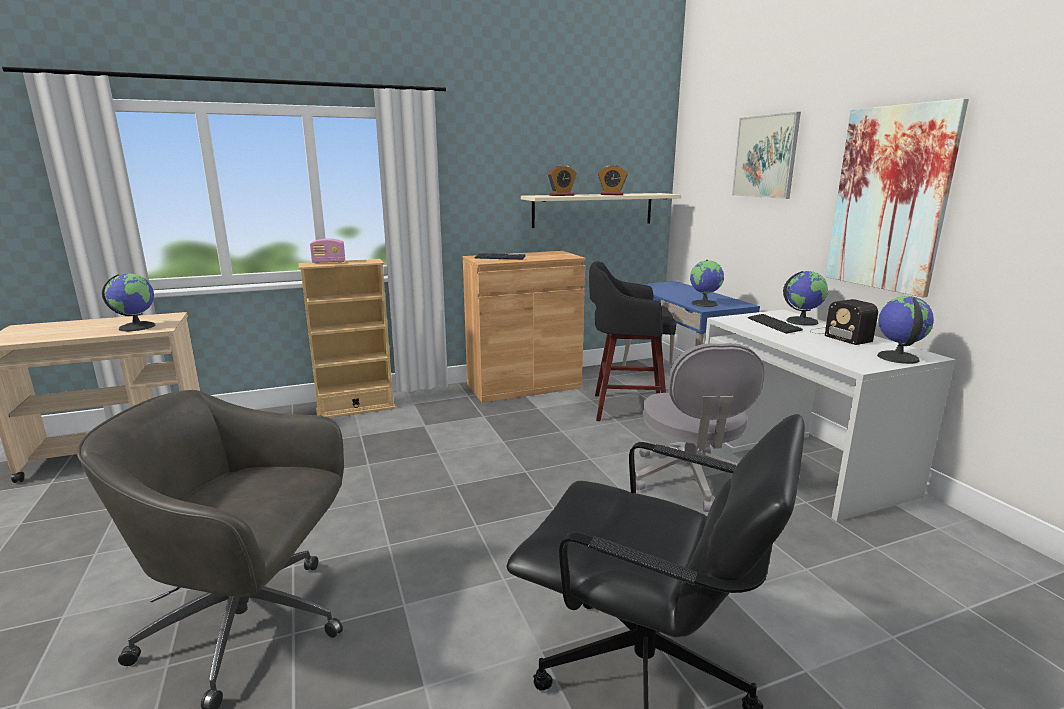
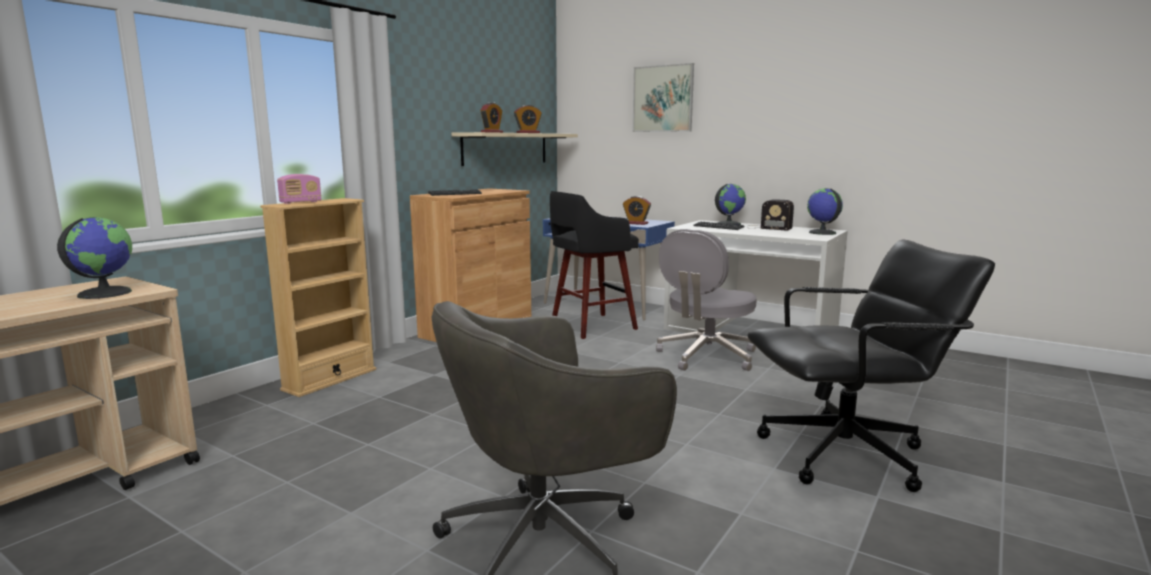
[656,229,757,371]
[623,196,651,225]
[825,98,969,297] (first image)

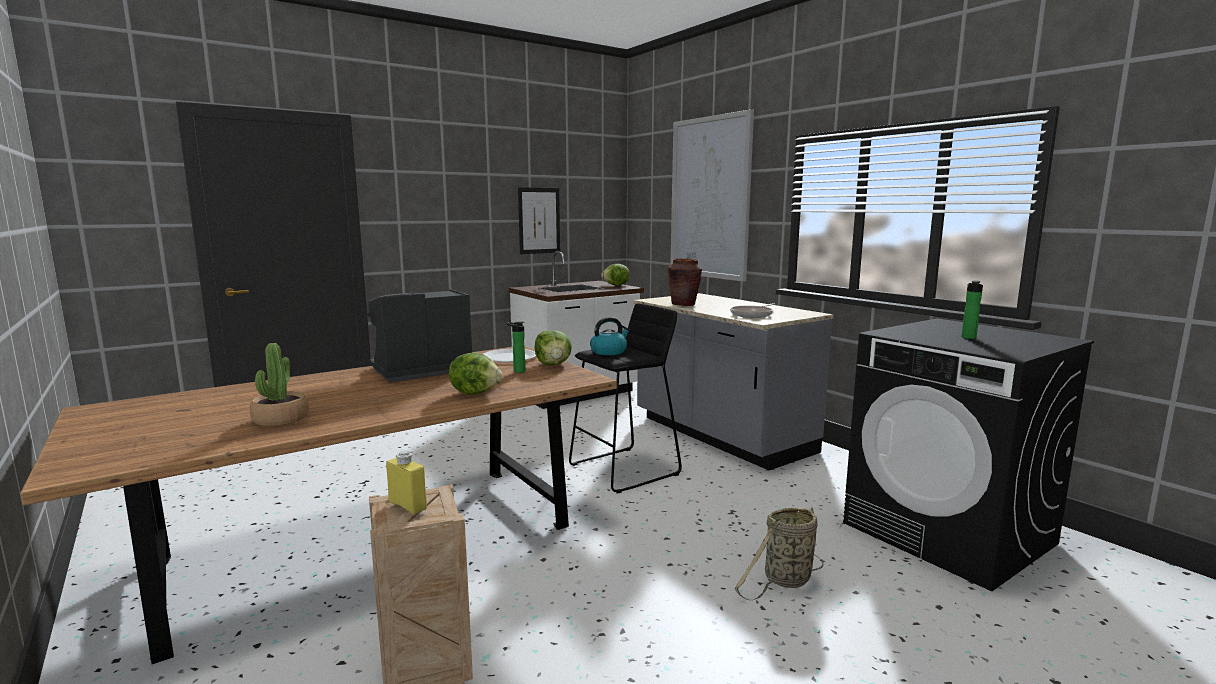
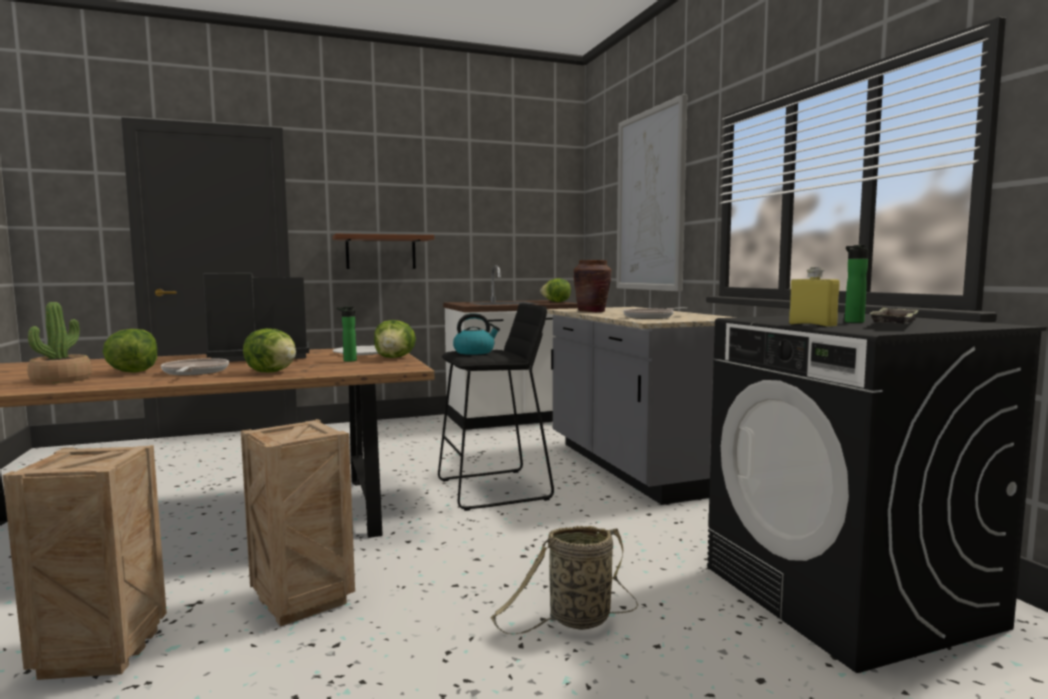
[789,267,840,327]
[518,187,560,254] (first image)
[103,329,158,373]
[161,358,229,375]
[241,419,355,627]
[333,234,434,269]
[869,307,919,324]

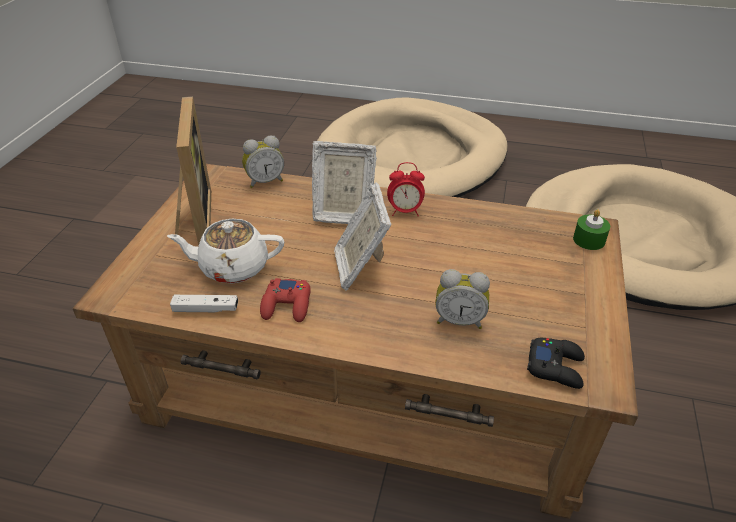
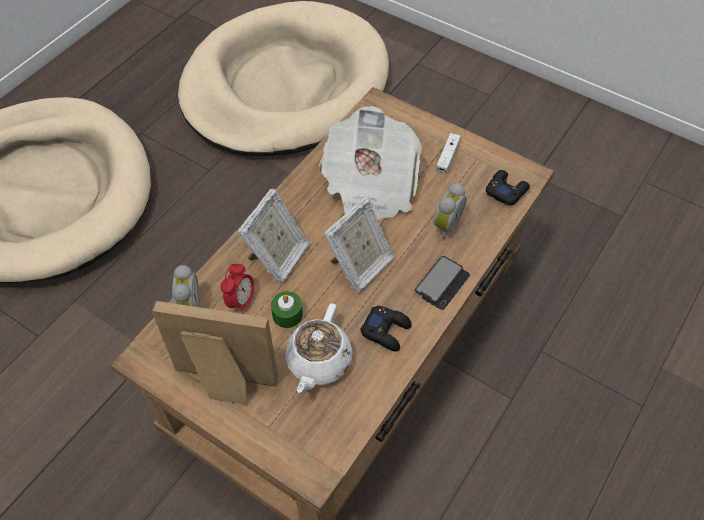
[436,133,461,174]
[360,306,412,352]
[324,197,394,292]
[220,264,255,314]
[271,291,303,328]
[319,106,422,221]
[415,256,470,310]

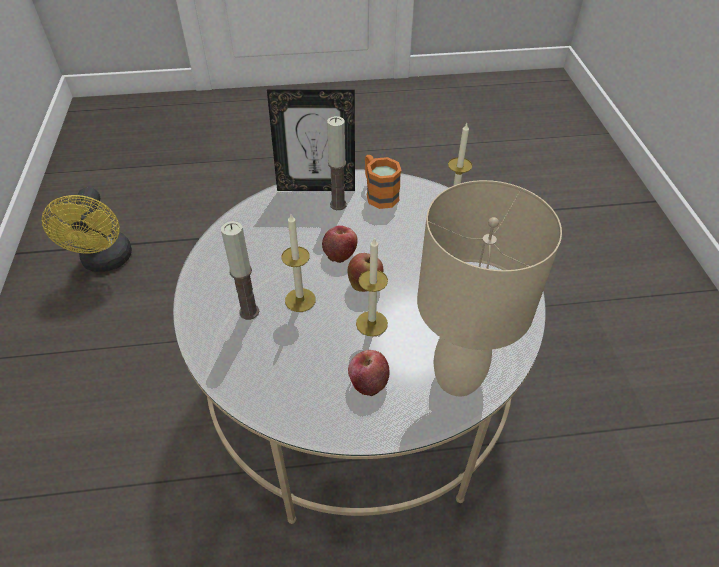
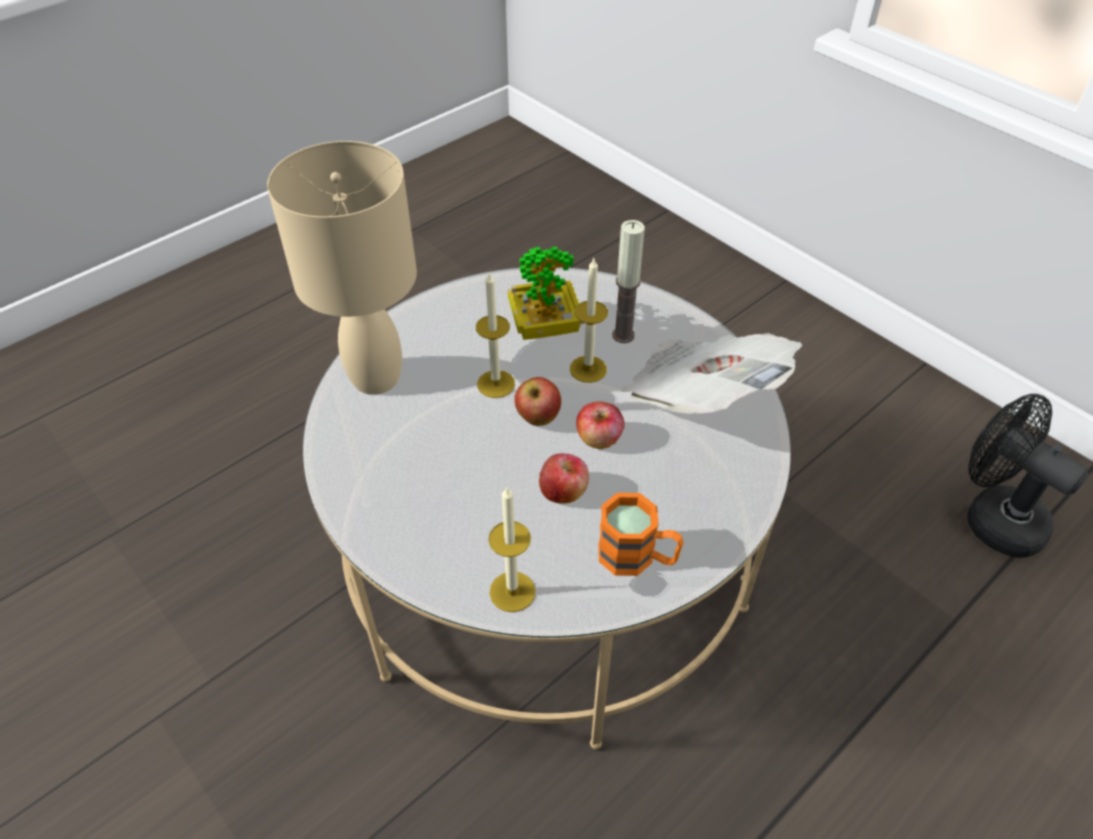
[967,394,1089,558]
[267,90,355,191] (first image)
[327,116,347,210] (first image)
[539,453,589,504]
[507,246,584,340]
[621,333,803,414]

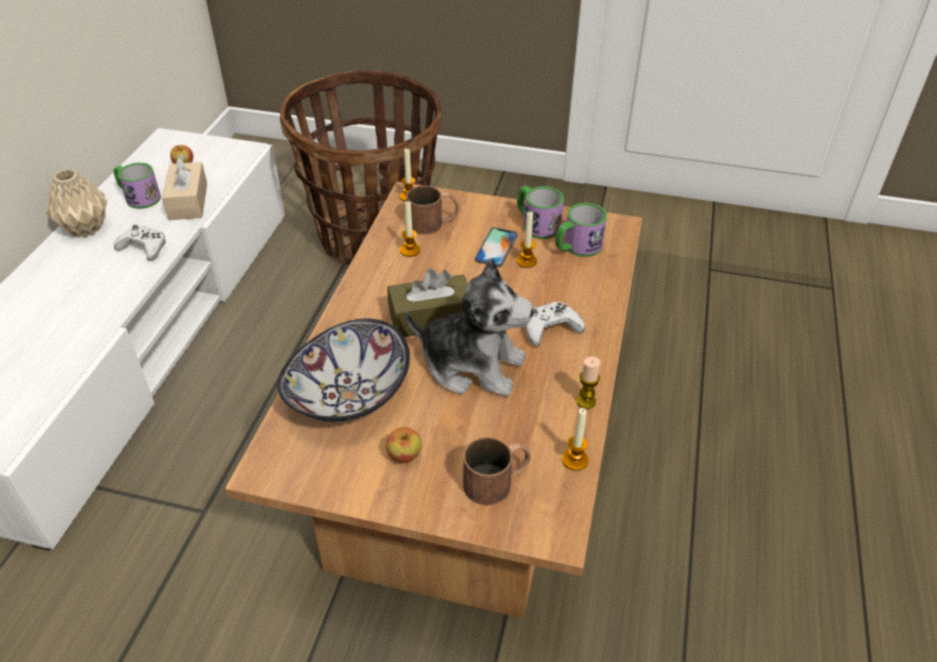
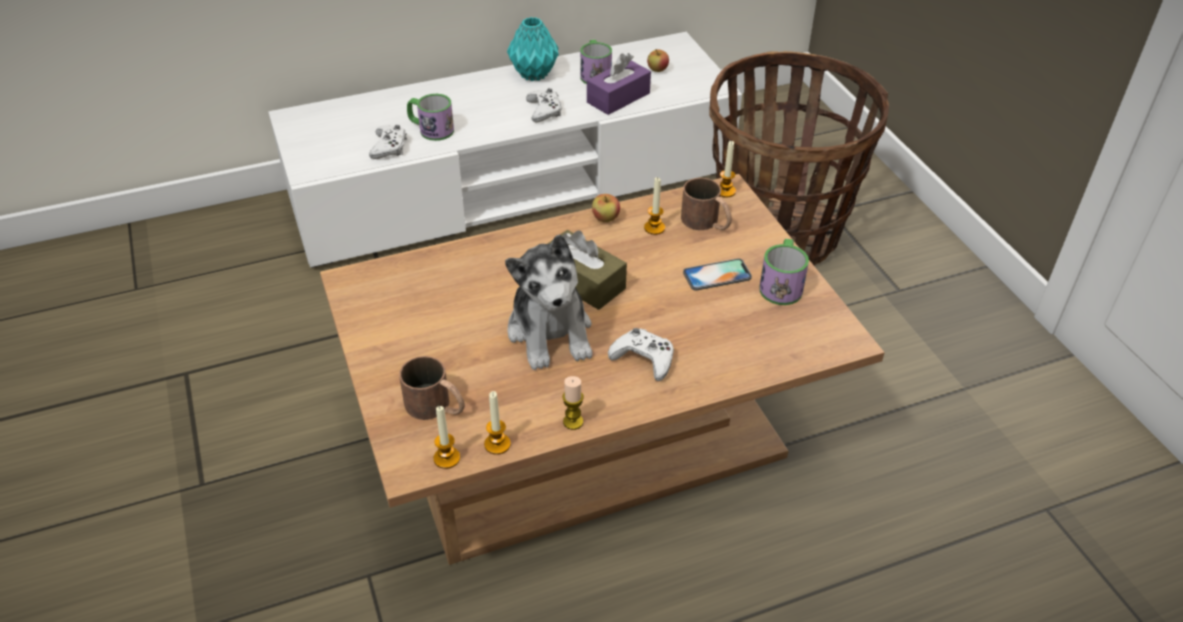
[507,17,559,81]
[587,53,651,115]
[277,319,410,422] (first image)
[592,194,620,222]
[434,406,460,469]
[407,94,454,141]
[369,125,407,159]

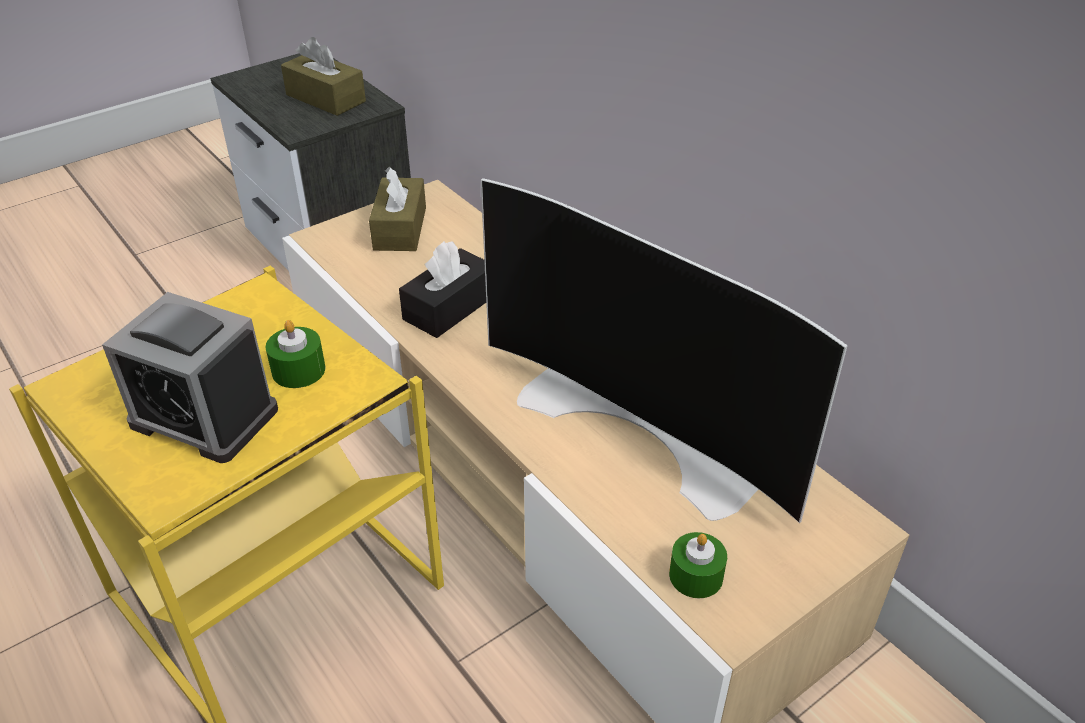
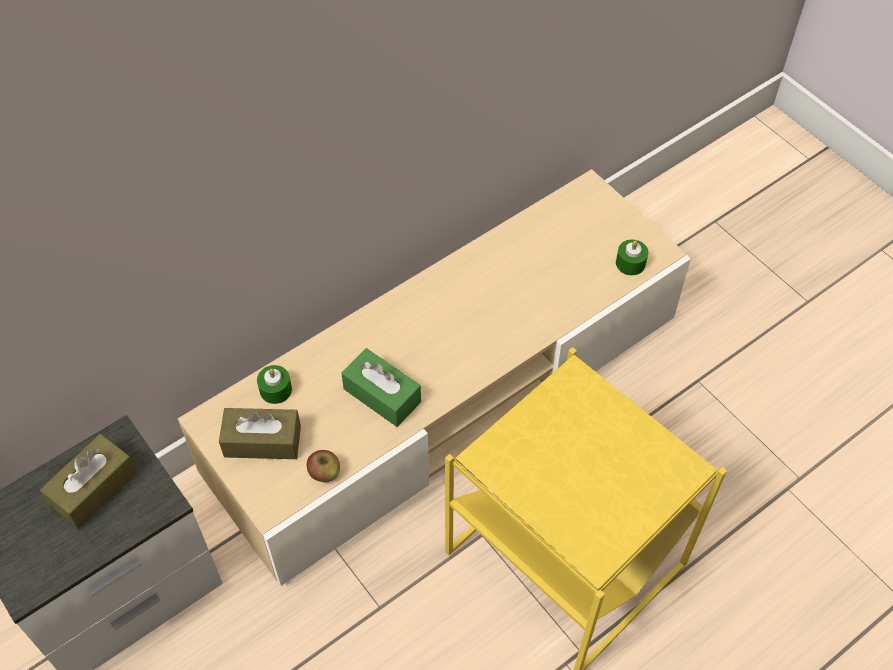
[102,292,278,463] (first image)
[257,365,292,404]
[341,348,421,427]
[481,178,848,523] (first image)
[307,450,340,482]

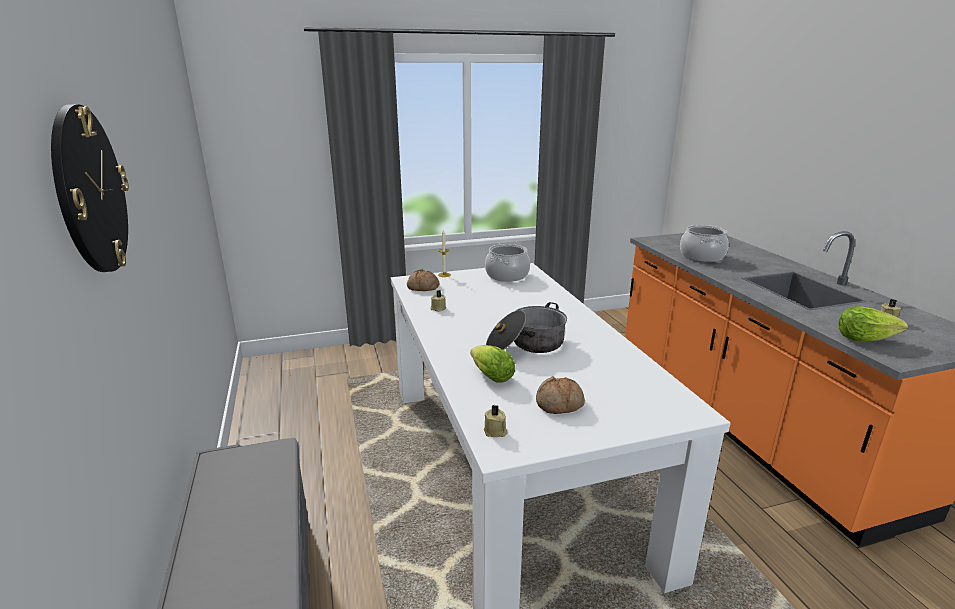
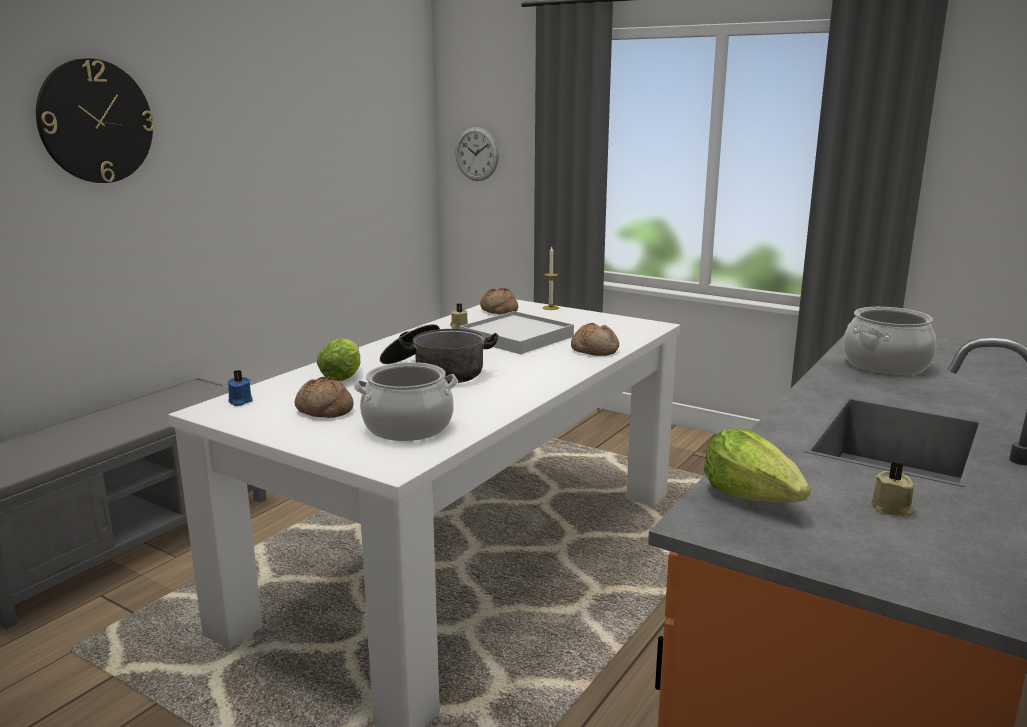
[228,370,253,406]
[354,362,458,441]
[455,127,499,181]
[459,311,574,354]
[571,323,619,356]

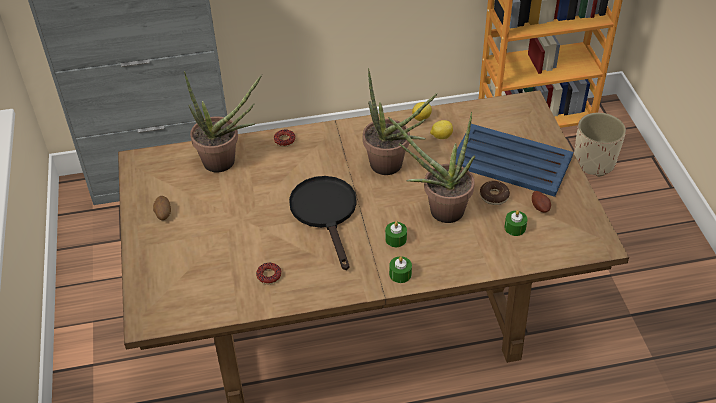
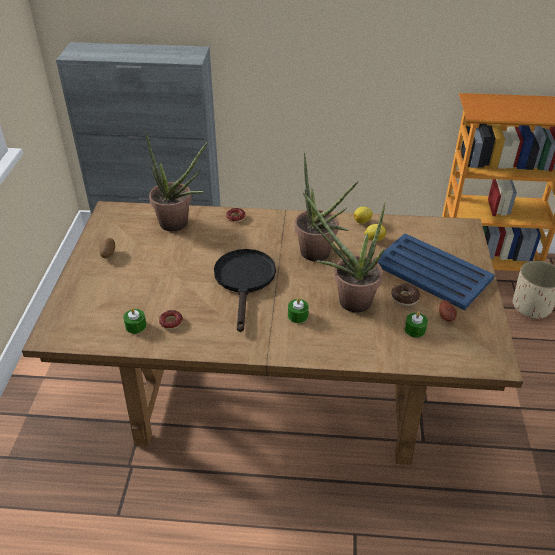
[123,308,146,334]

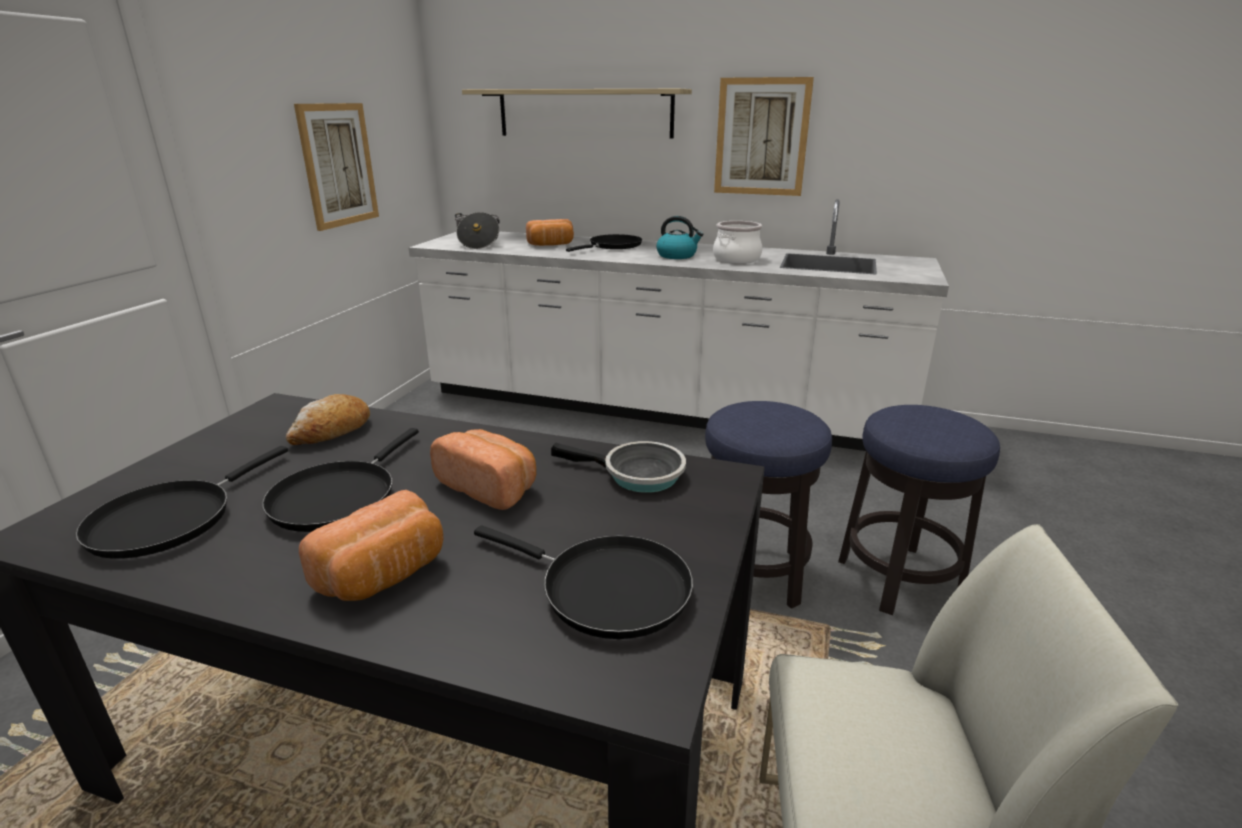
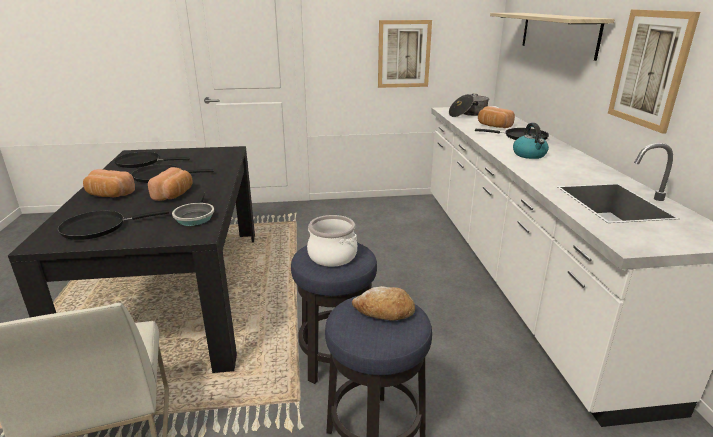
[352,286,415,321]
[58,210,169,240]
[307,215,357,267]

